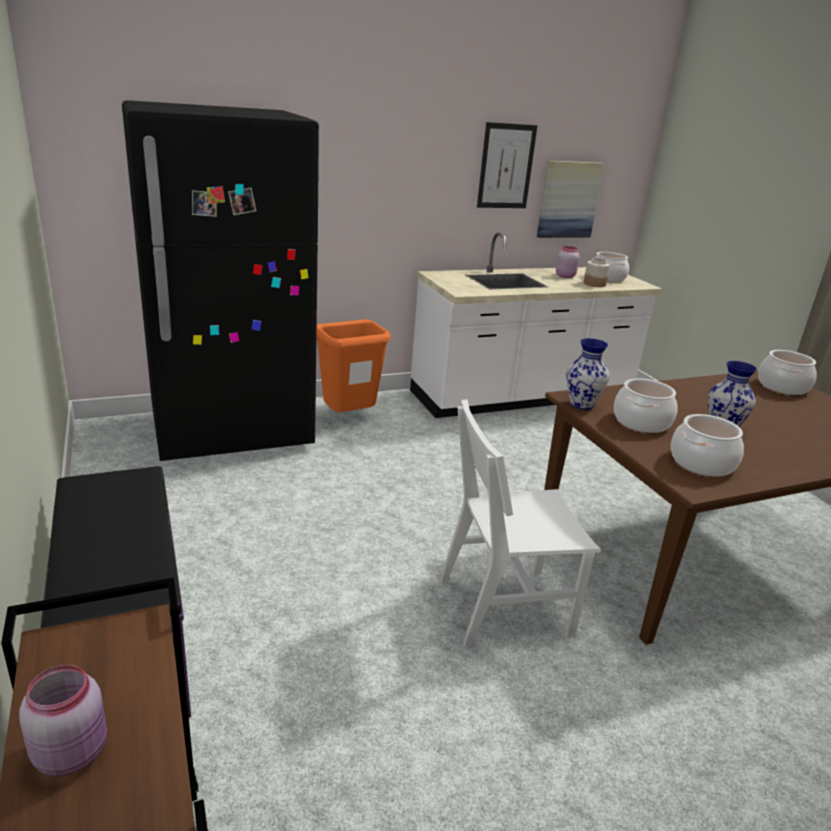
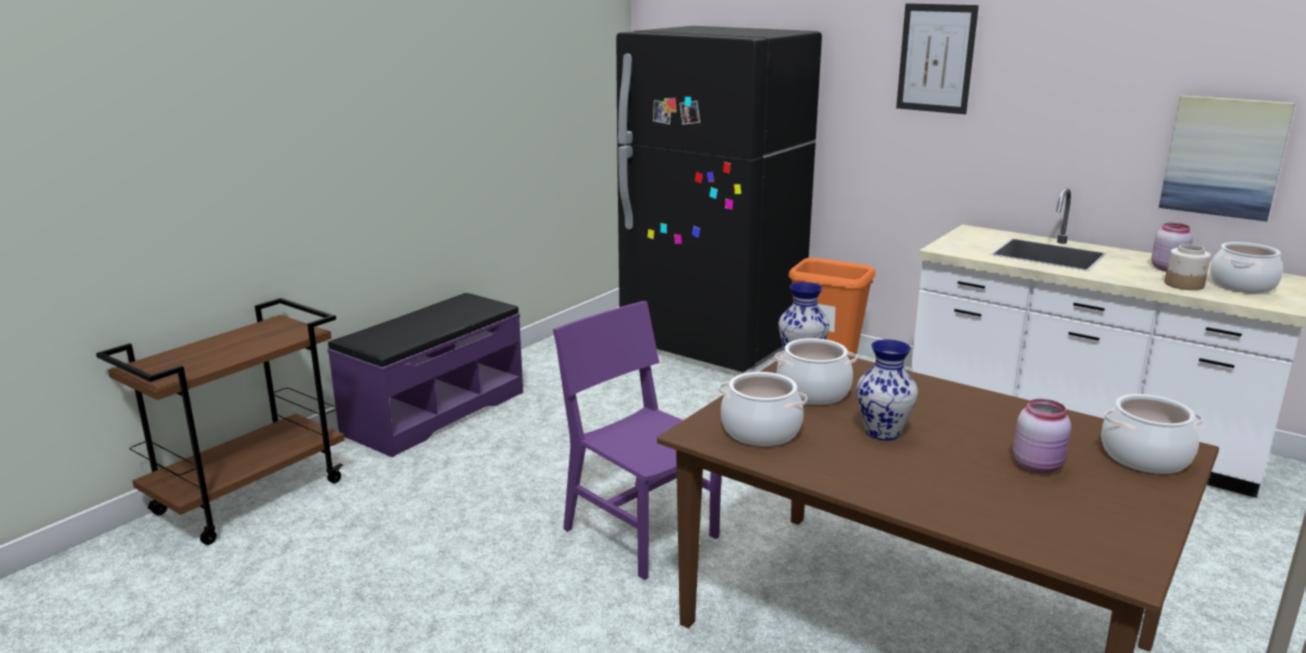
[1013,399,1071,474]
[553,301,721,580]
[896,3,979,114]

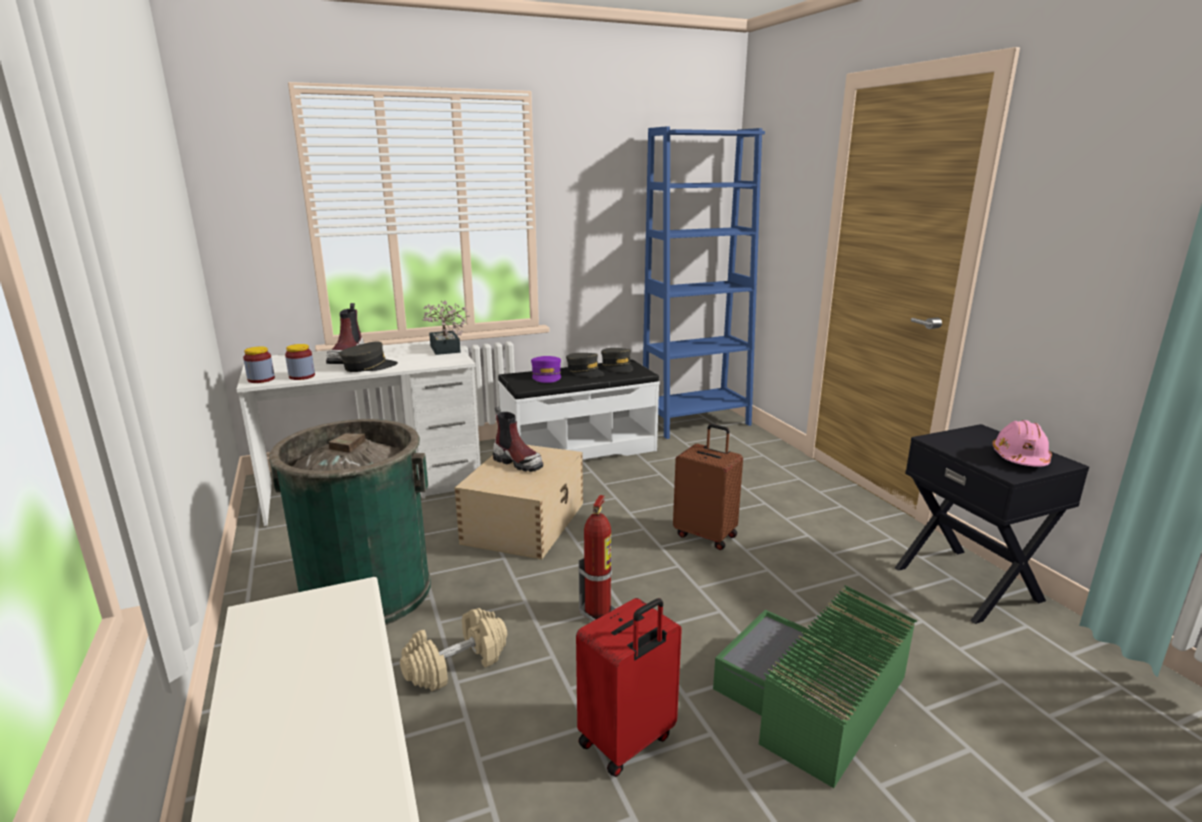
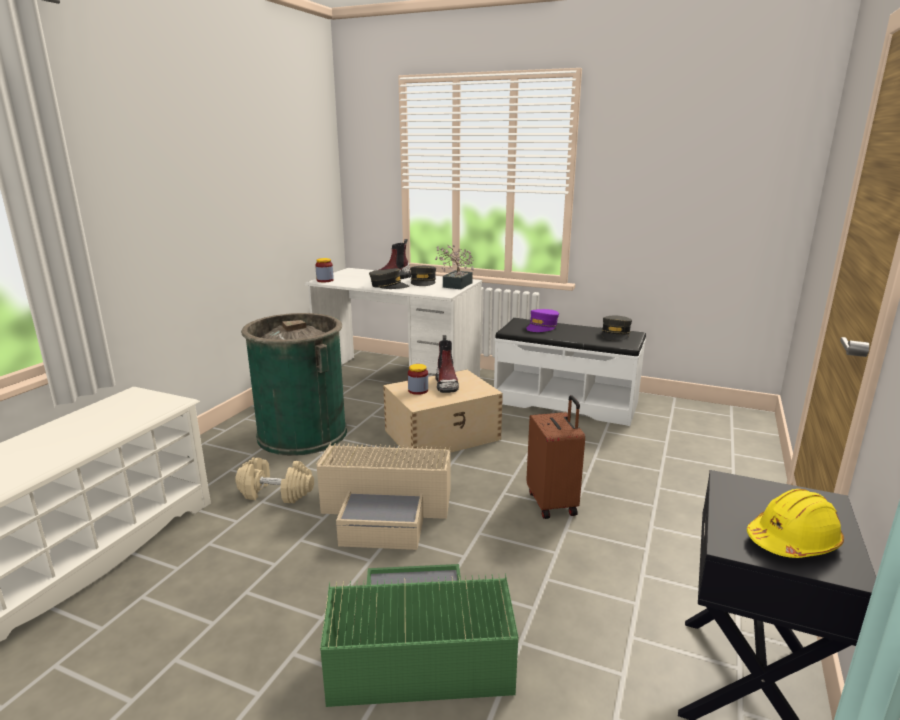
[408,364,428,395]
[410,266,436,286]
[576,598,682,777] (first image)
[316,443,450,550]
[643,126,765,439] (first image)
[747,489,844,558]

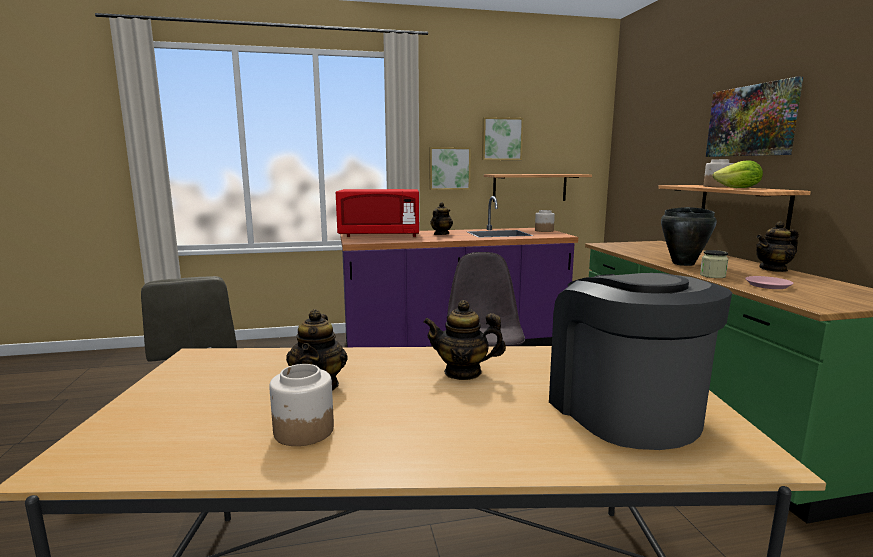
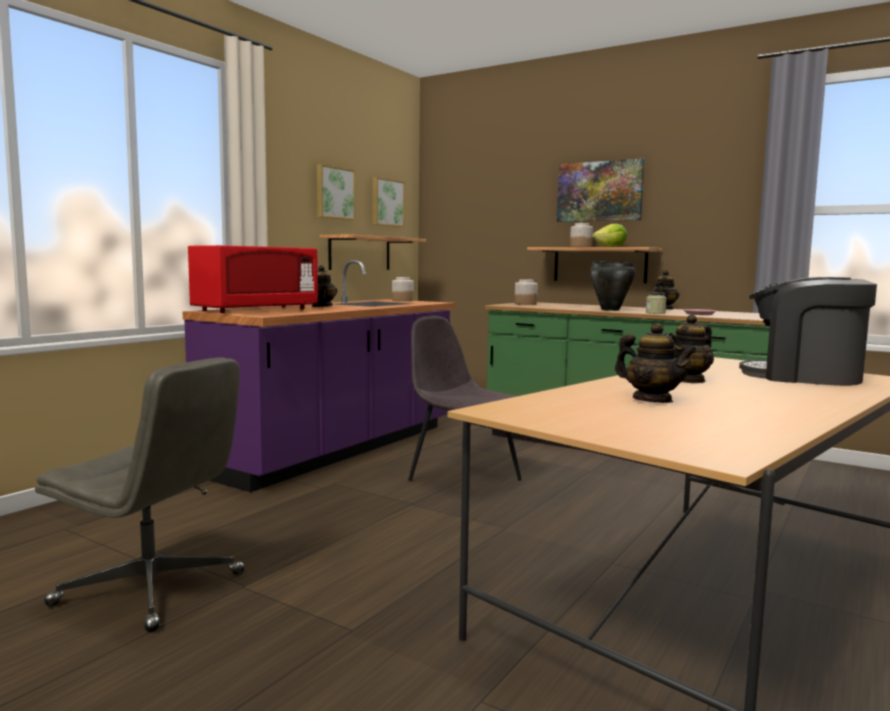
[515,279,537,305]
[373,177,405,227]

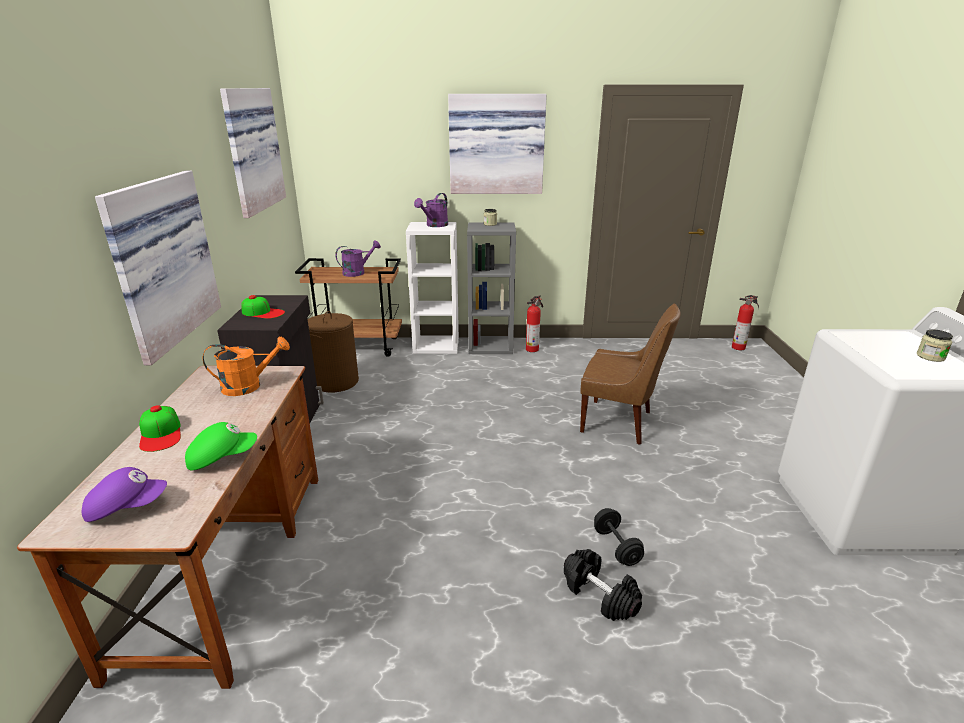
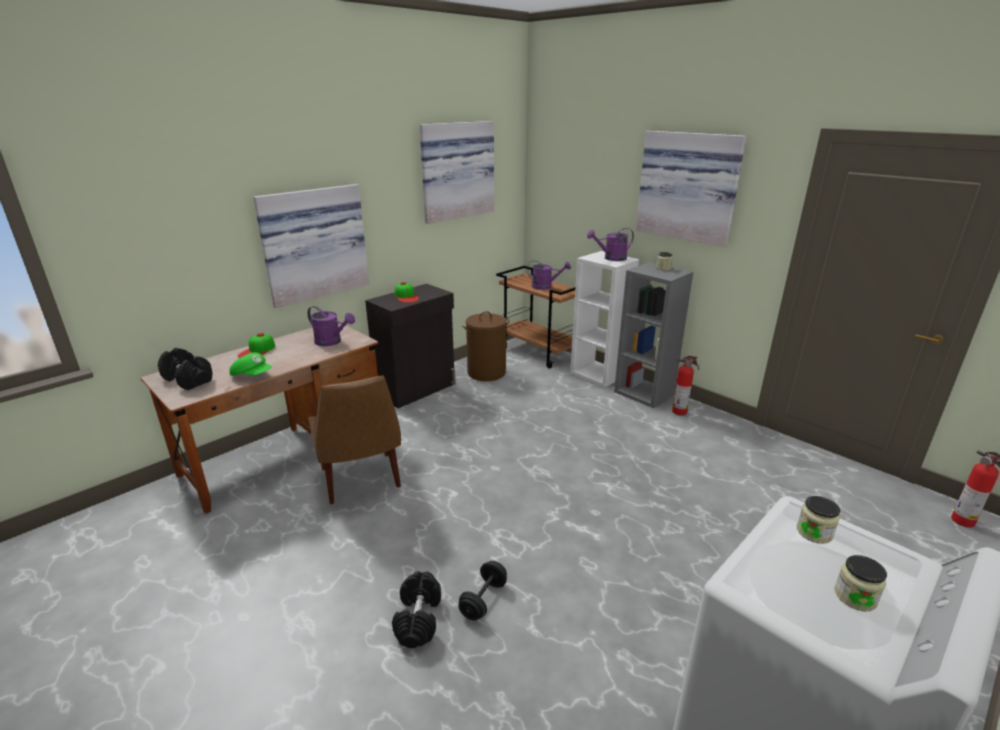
[158,348,212,390]
[307,306,355,346]
[308,375,401,504]
[797,496,840,544]

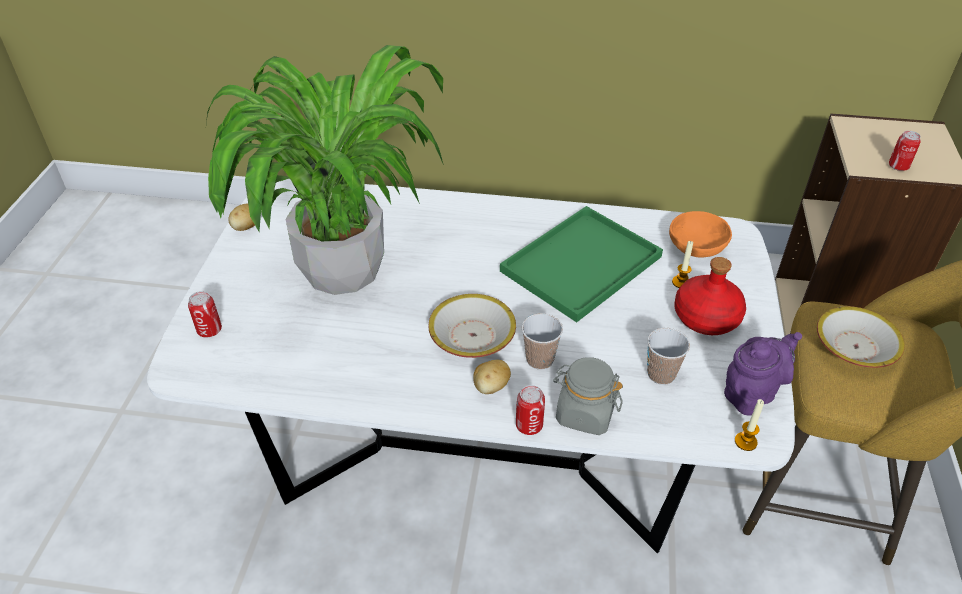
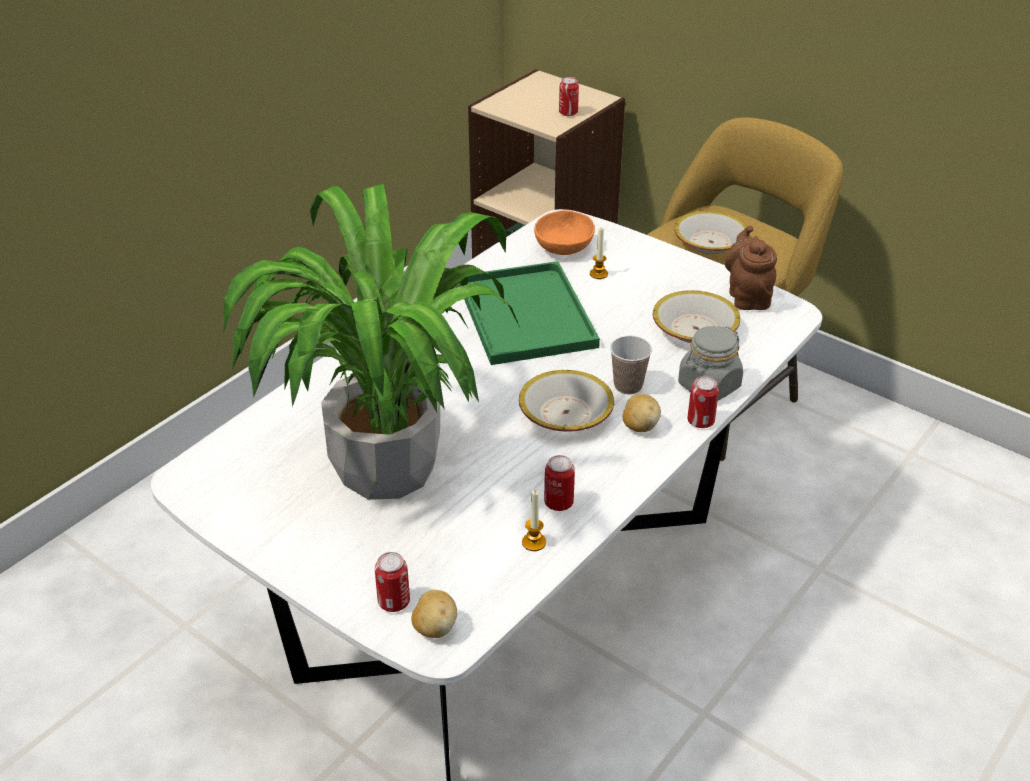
[411,590,457,638]
[653,290,740,343]
[675,257,746,335] (first image)
[725,225,777,310]
[522,490,546,551]
[544,455,575,511]

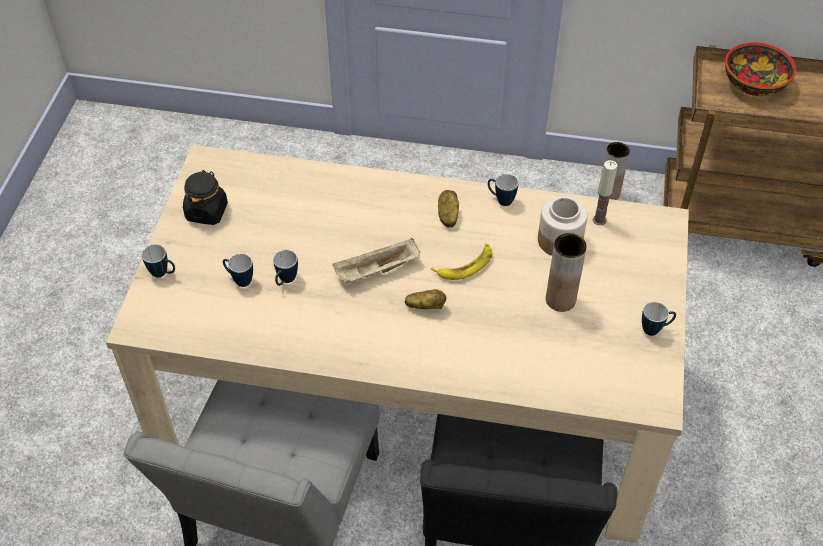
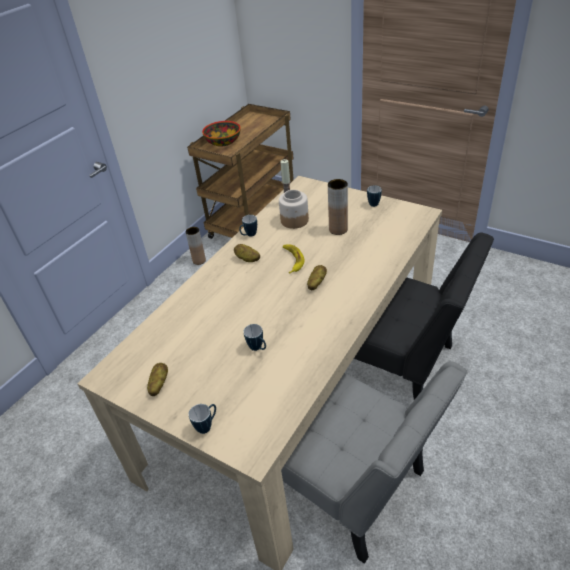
[147,363,168,396]
[223,254,253,287] (first image)
[332,238,420,283] (first image)

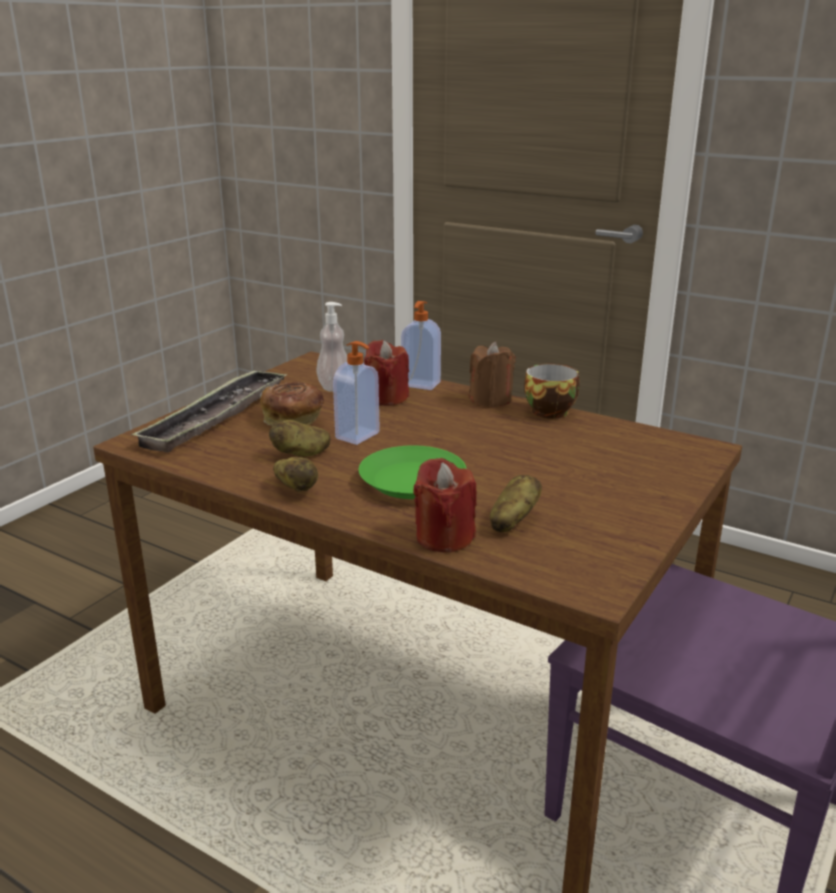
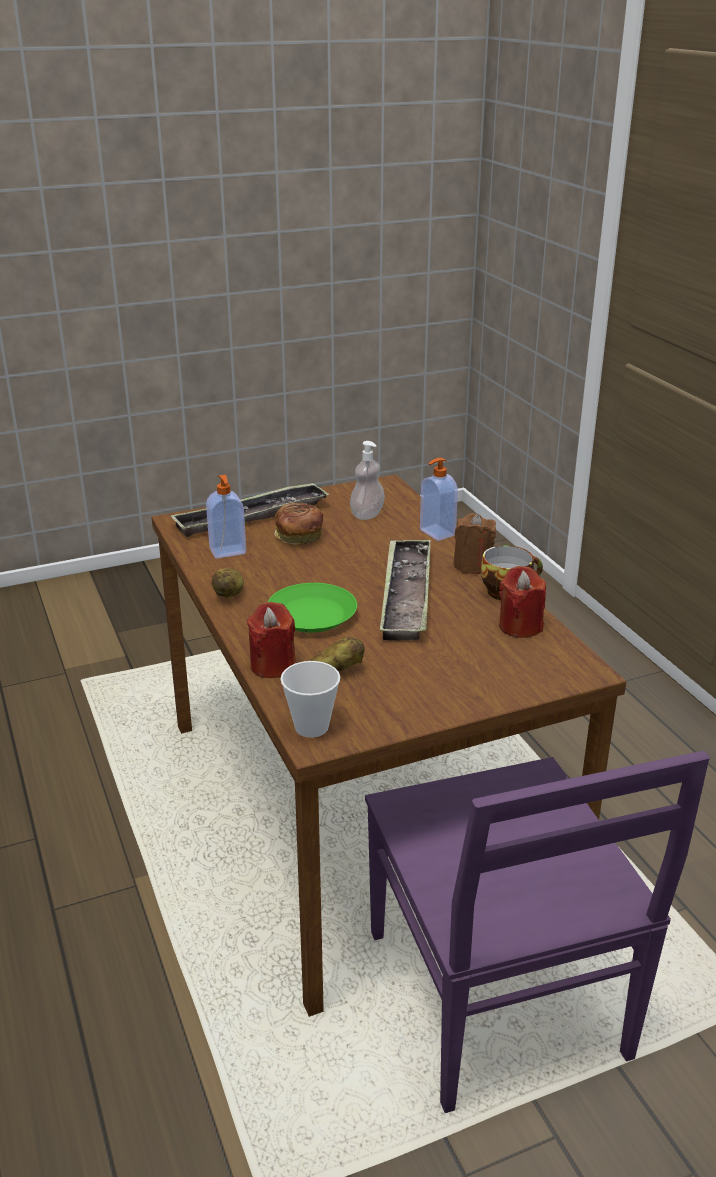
[269,420,330,457] (first image)
[206,475,246,559]
[499,566,546,638]
[280,661,340,738]
[380,540,431,641]

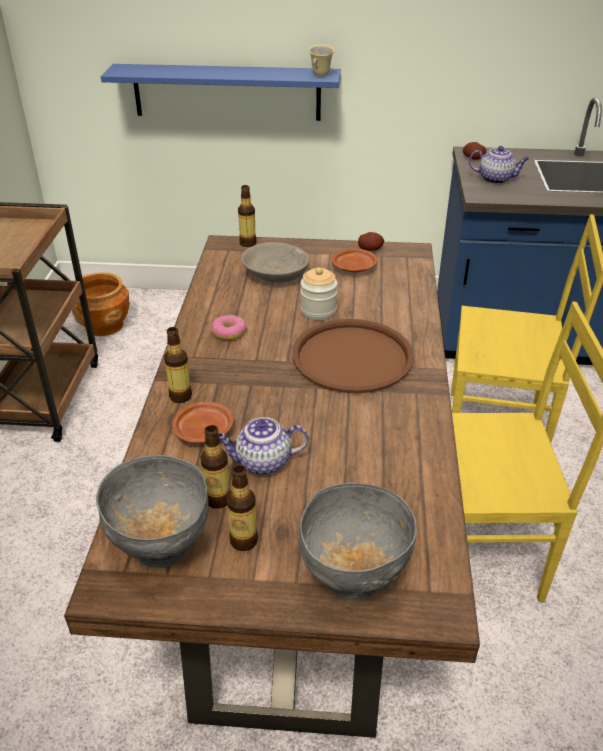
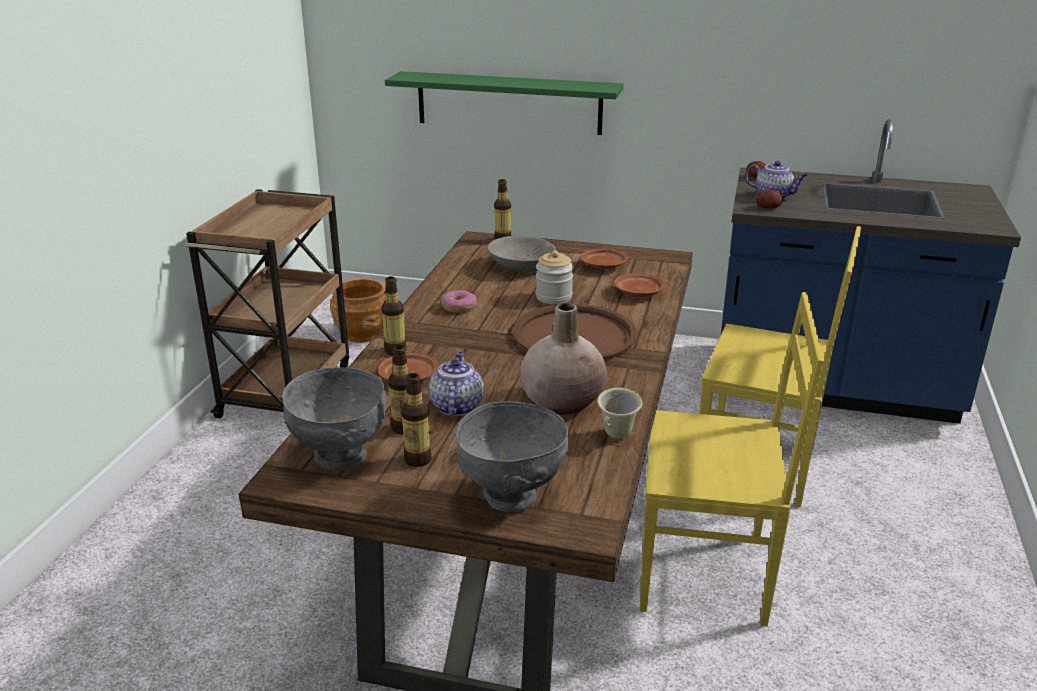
[385,71,624,135]
[429,352,483,416]
[597,388,642,439]
[756,190,784,209]
[520,303,607,415]
[614,273,664,297]

